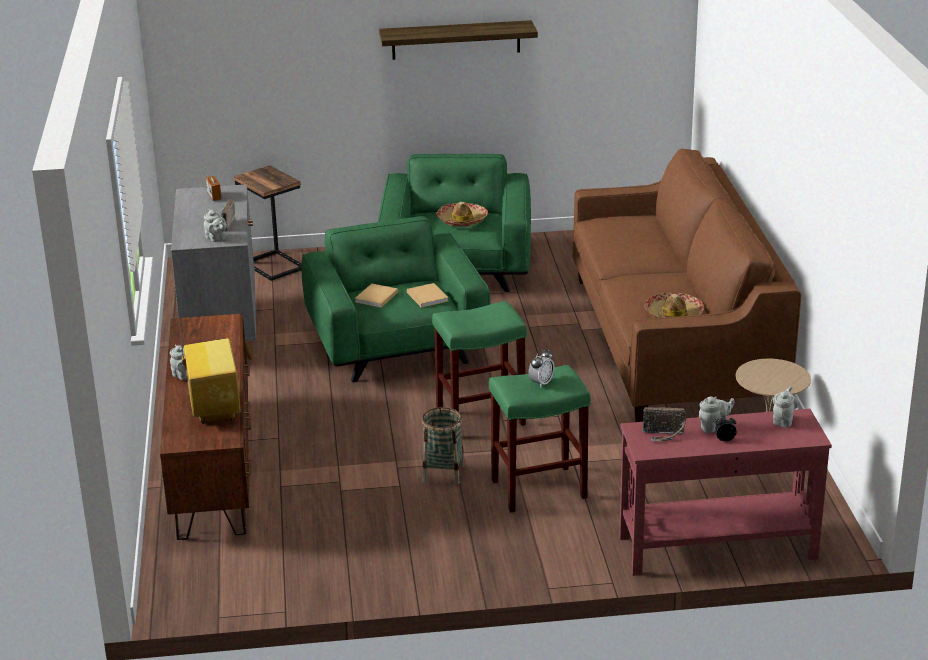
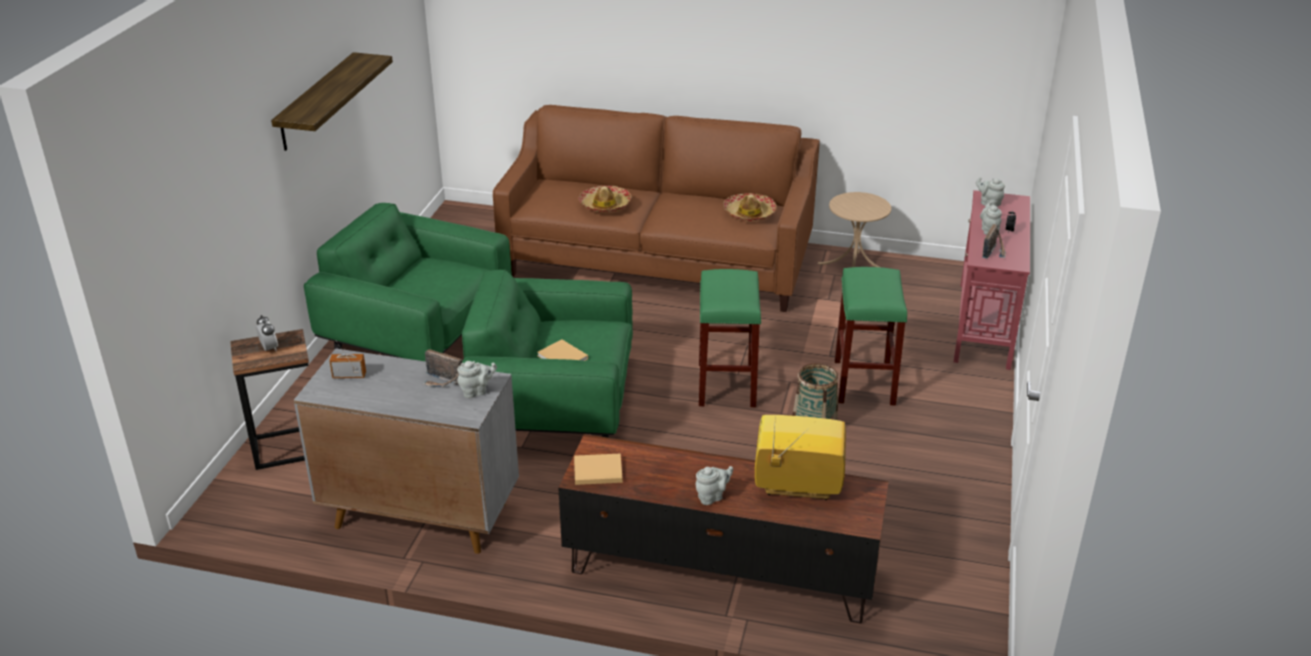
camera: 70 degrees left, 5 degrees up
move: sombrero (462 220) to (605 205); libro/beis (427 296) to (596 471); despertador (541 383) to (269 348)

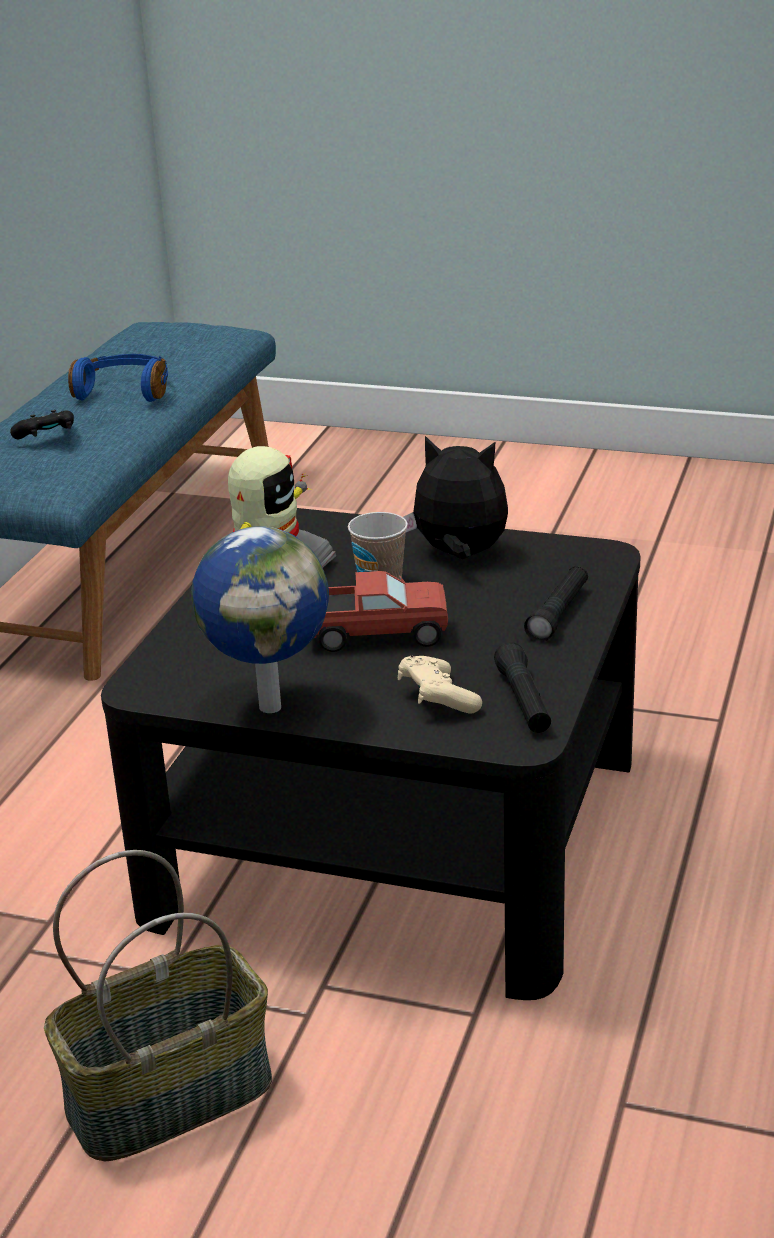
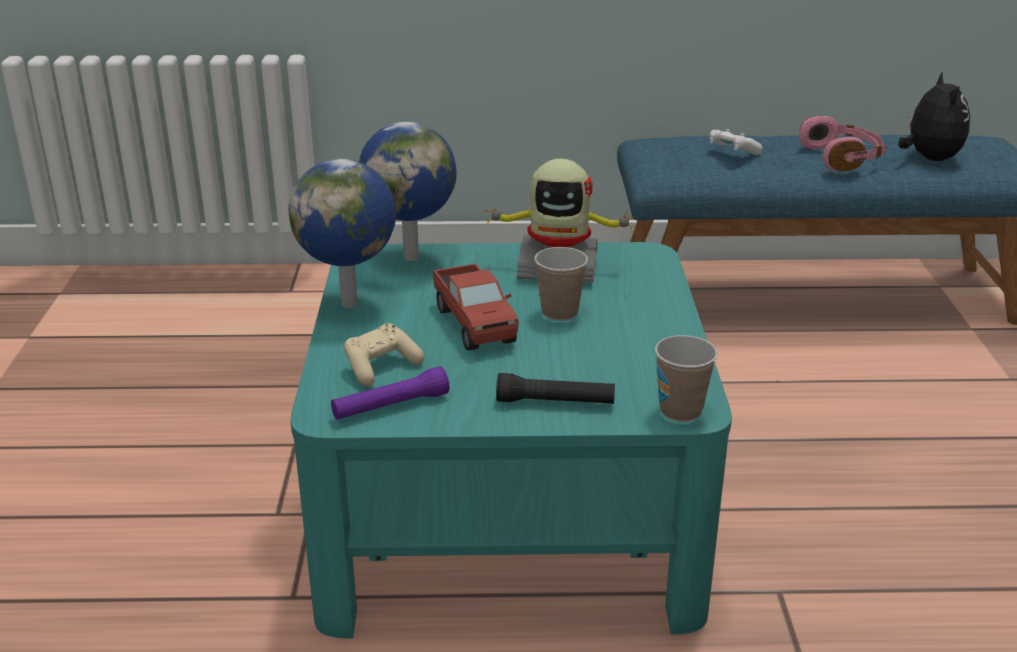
camera: 70 degrees right, 0 degrees up
delete: cesta (170 1094)
insert: globo terráqueo (412 256); taza (680 411)
move: peluche (459 555) to (929 158)
recolor: auriculares/azul (124 391) to auriculares/rosa (842 158); mando de consola/negro (47 438) to mando de consola/blanco (732 152); mesa de centro/negro (395 831) to mesa de centro/turquesa (510 508); linterna/negro (523 701) to linterna/morado (390 406)

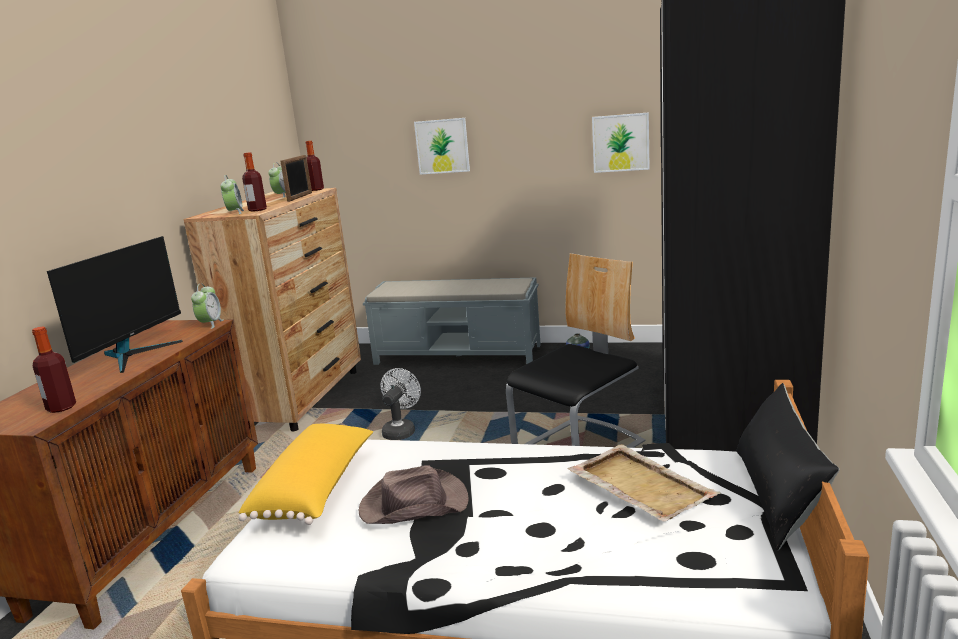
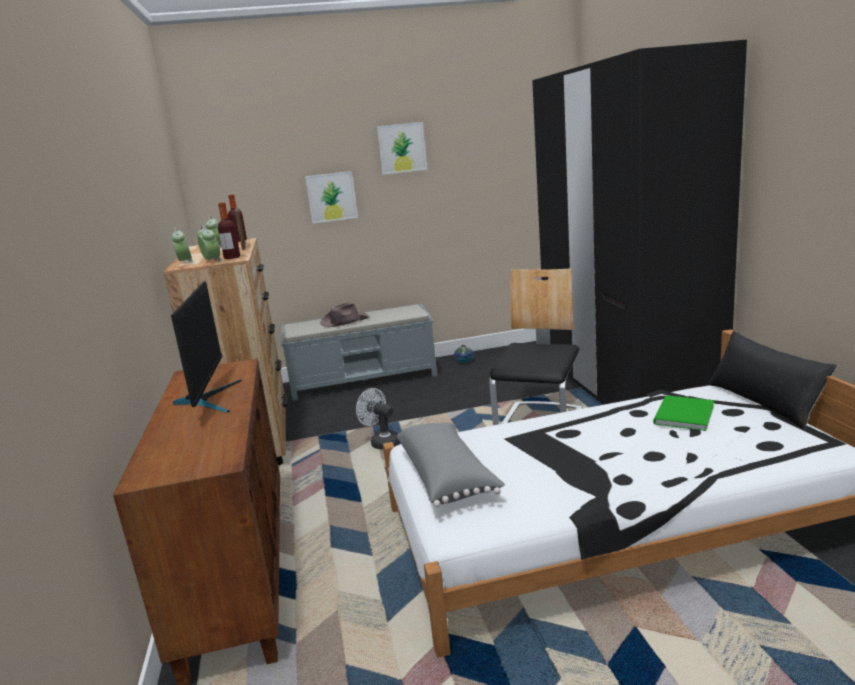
camera: 25 degrees left, 0 degrees up
delete: botella (61 408)
move: cuadro (620 143) to (402 148); despertador (210 324) to (185 263); sombrero/marrón (412 504) to (344 321)
replace: bandeja/beis (639 485) to libro/verde (682 415)
recolor: cojín/amarillo (317 489) to cojín/gris (447 477)
rotate: ventilador/blanco (401 430) = (382 442) 45 degrees counterclockwise

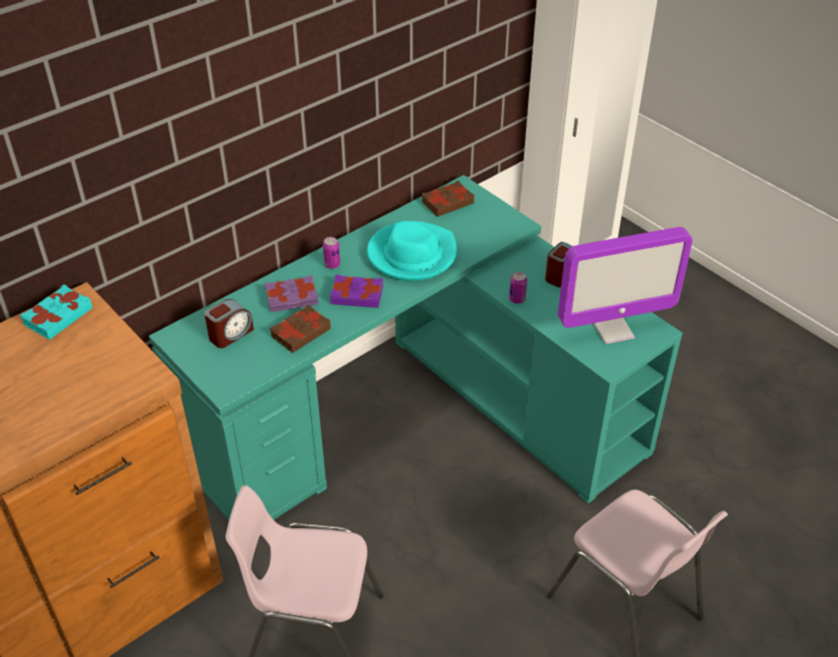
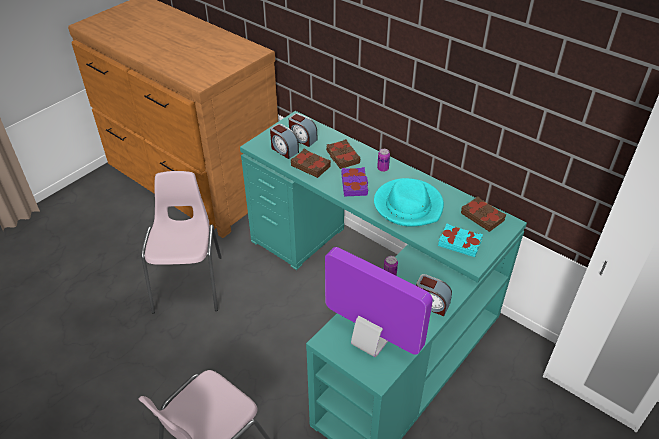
camera: 80 degrees right, 0 degrees up
insert: despertador (284 150)
move: libro/turquesa (57 316) to (459 243)
recolor: libro/morado (292 298) to libro/marrón (342 157)
rotate: monitor (612 329) = (370 342) 150 degrees clockwise

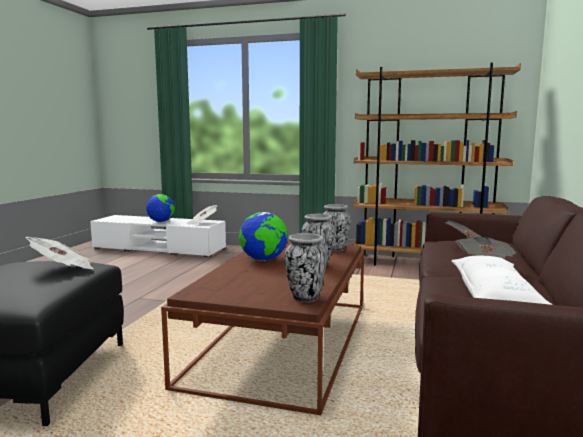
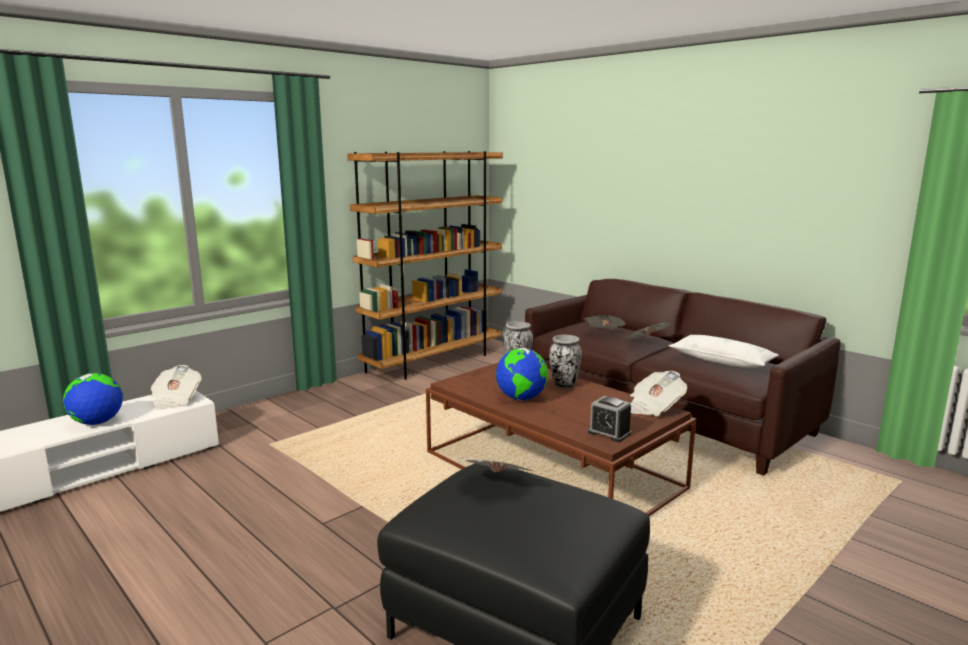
camera: 60 degrees left, 5 degrees up
insert: despertador (609 433)
replace: florero (305 298) to periódico (653 408)

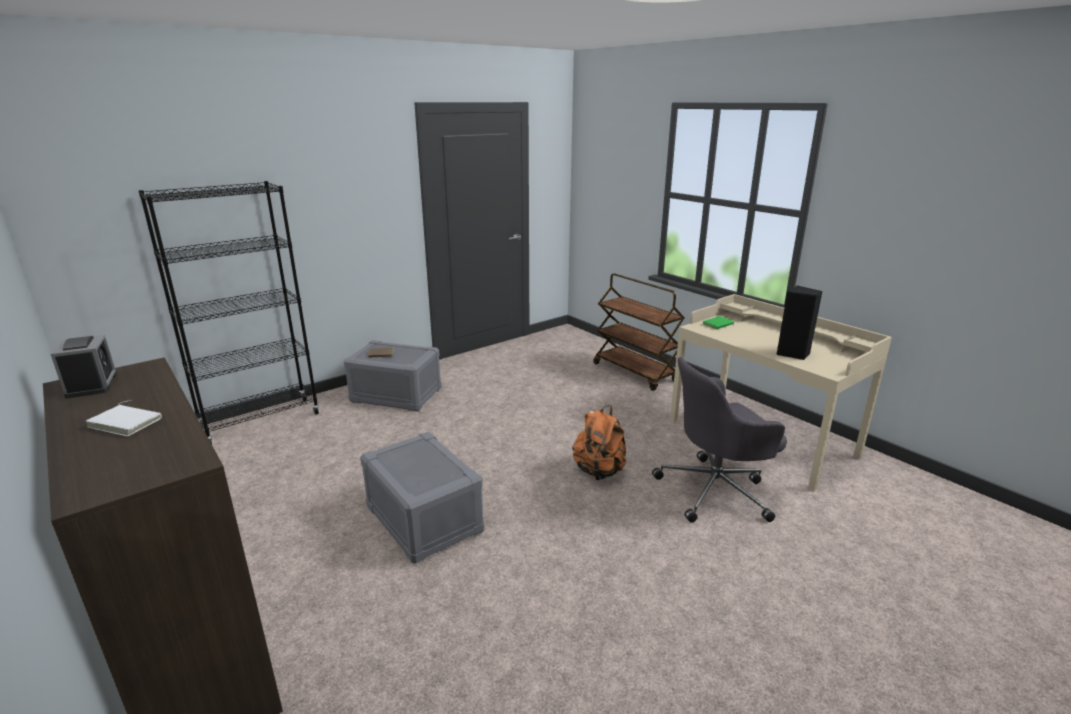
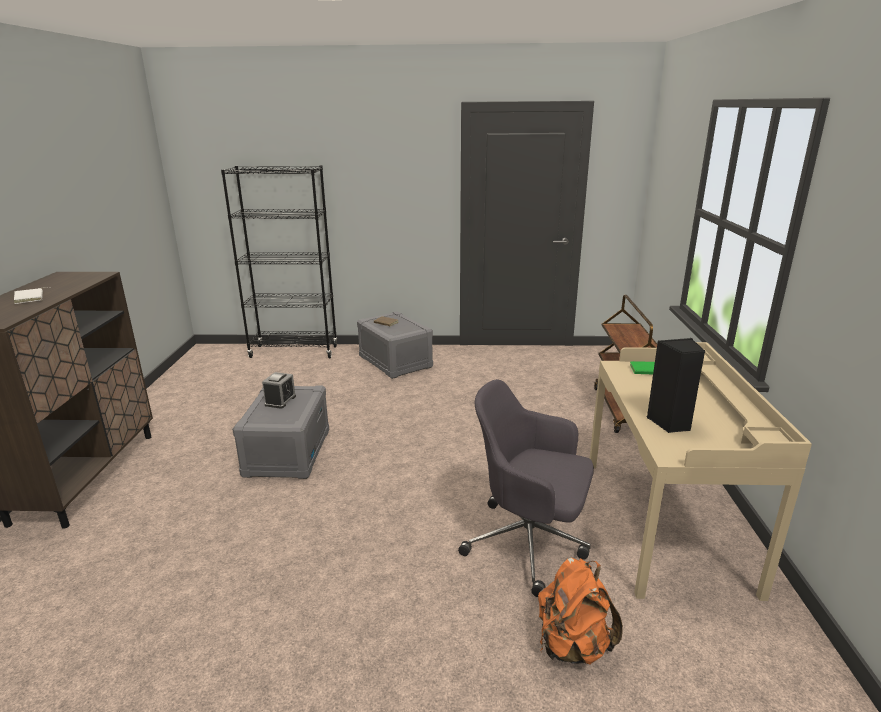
camera: 40 degrees right, 0 degrees up
move: despertador (92 385) to (280 401); mochila/naranja (599 471) to (572 645)

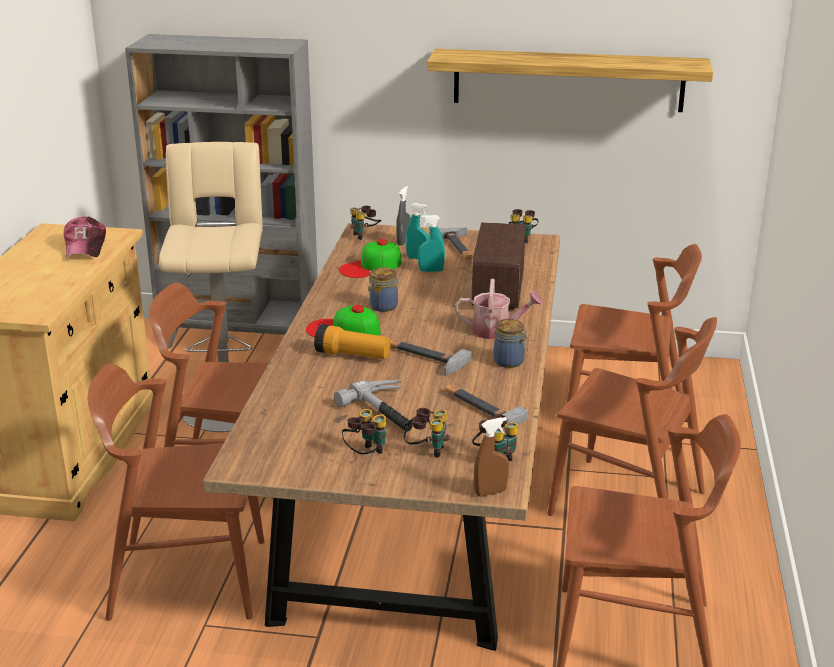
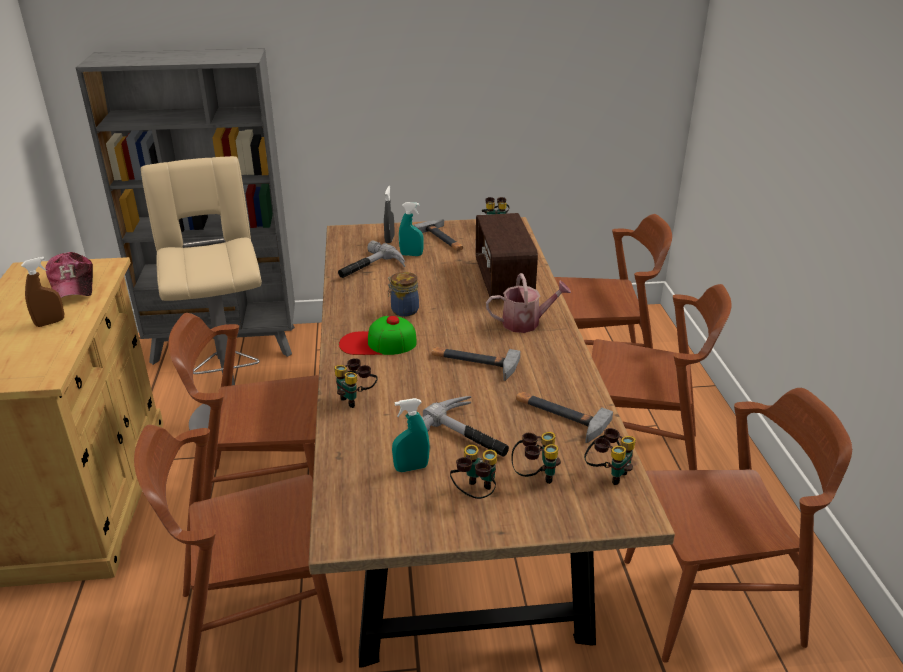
camera: 15 degrees left, 5 degrees up
delete: estante (568 80); tarro (510 362); linterna (353 355)
move: prismáticos (365 236) to (357 398); pulverizador/turquesa (431 271) to (411 468); pulverizador/marrón (490 492) to (50 323)
replace: gorra (370 266) to martillo (371 269)

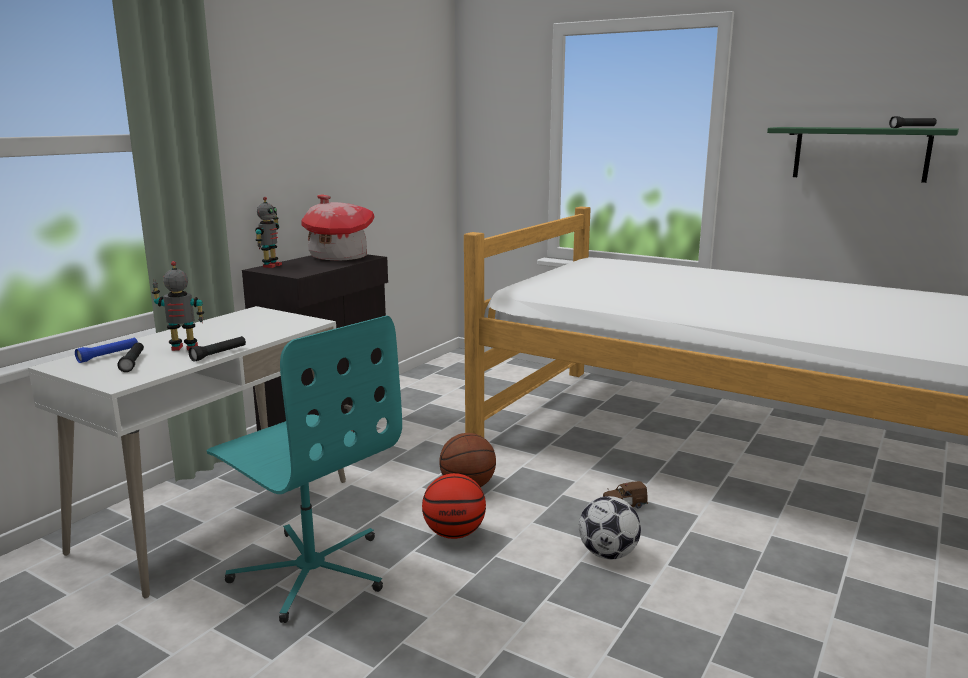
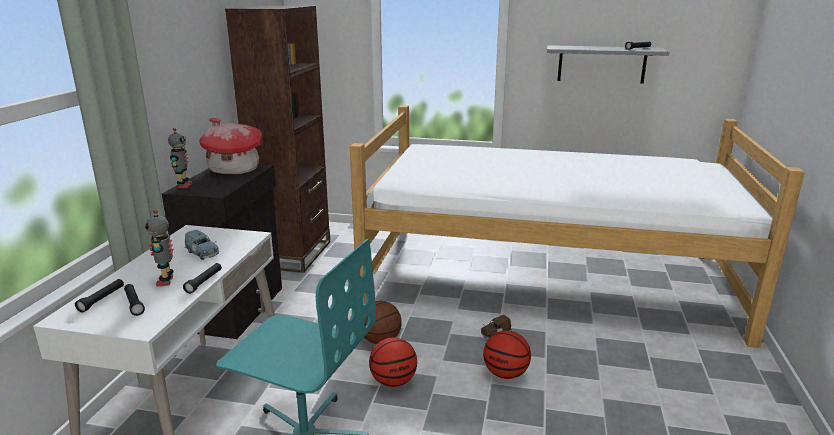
camera: 20 degrees left, 5 degrees up
insert: estantería/marrón (294 254); coche de juguete/azul (202 253)
replace: balón de fútbol (608 554) to balón de baloncesto (505 374)
recolor: estante/verde (860 153) to estante/gris (601 64); linterna/azul (108 355) to linterna/negro (102 299)
rotate: robot de juguete (184 348) = (167 281) 75 degrees counterclockwise

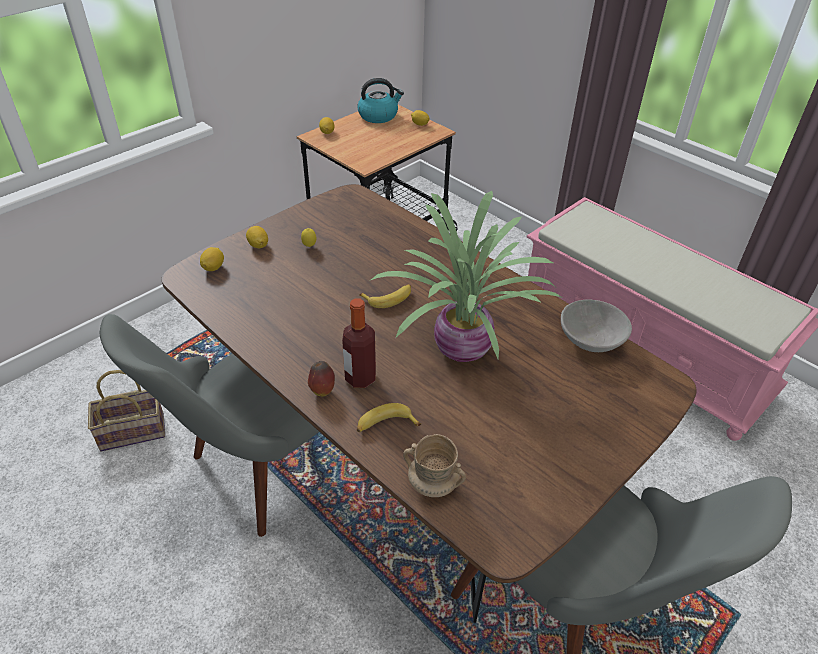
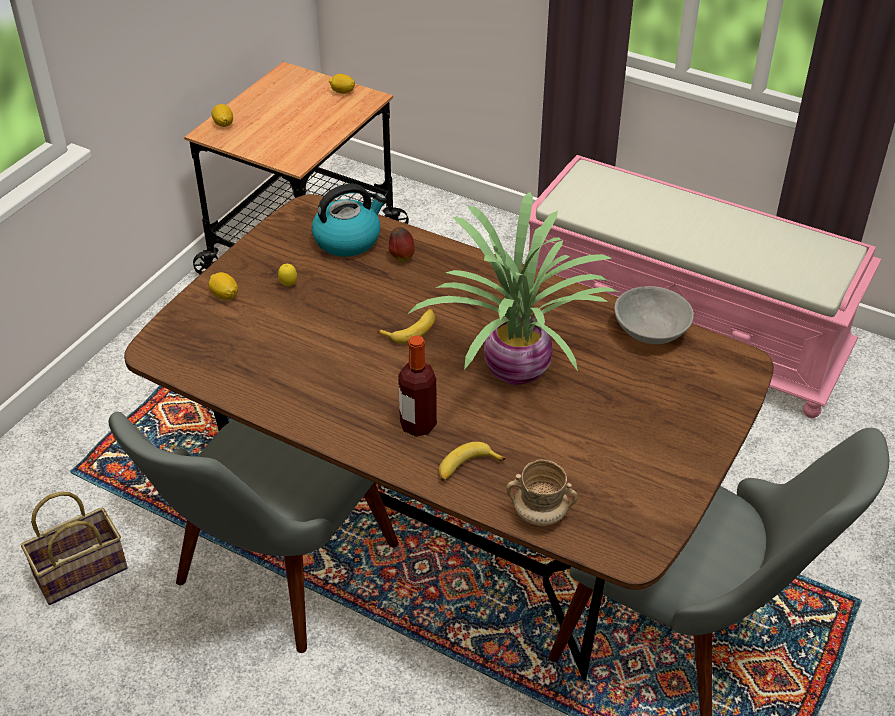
camera: 15 degrees left, 0 degrees up
delete: limón (213 267)
move: hervidor (378 115) to (348 239); manzana (322 390) to (401 257)

